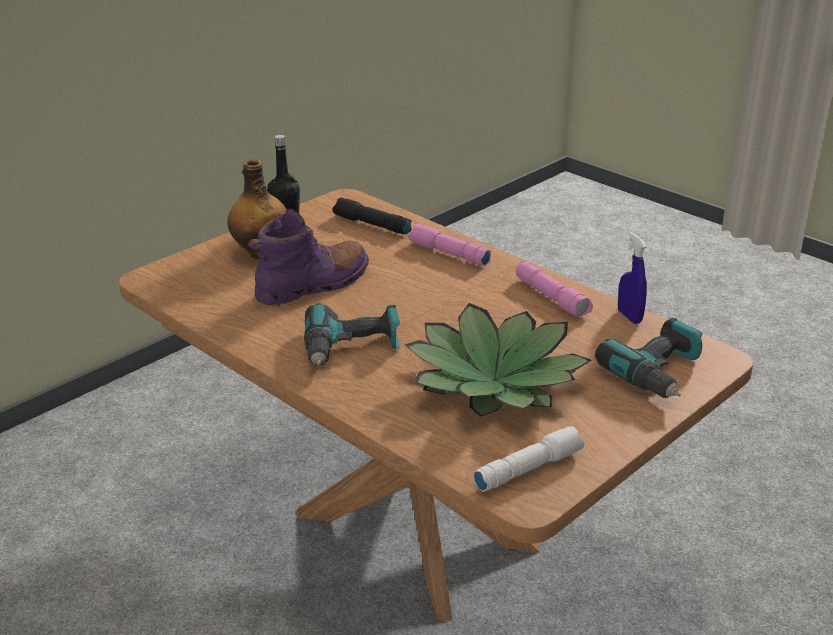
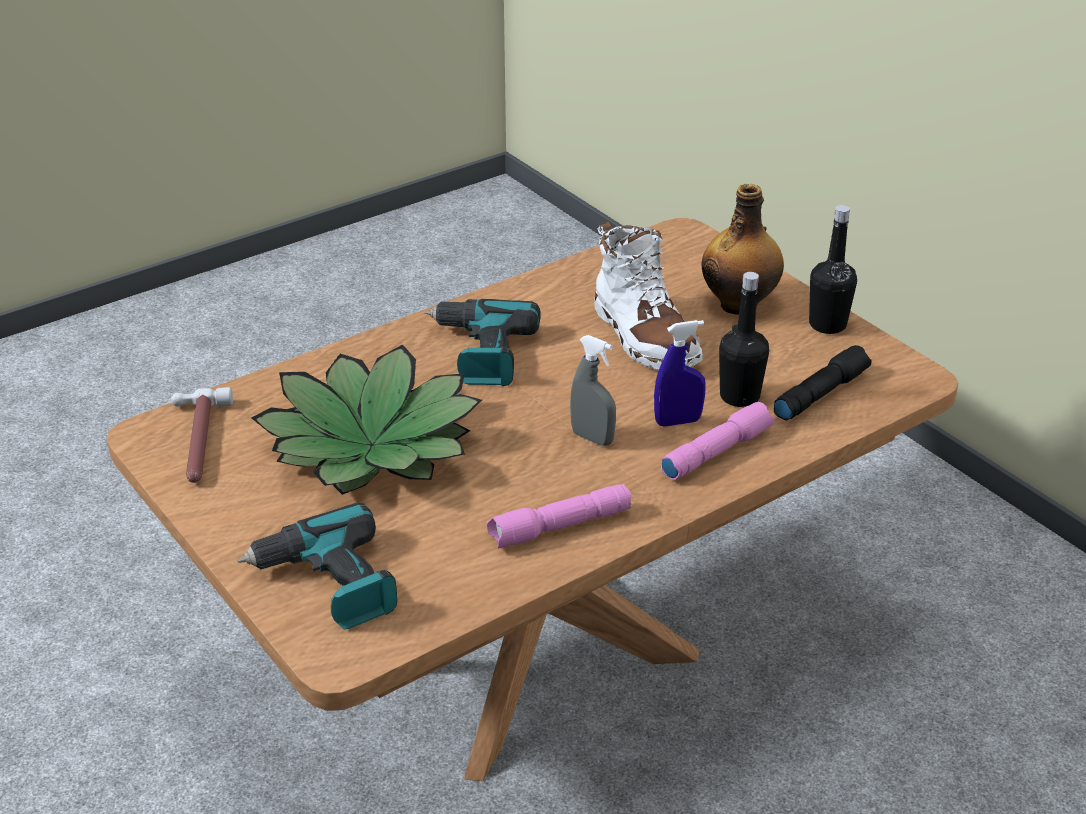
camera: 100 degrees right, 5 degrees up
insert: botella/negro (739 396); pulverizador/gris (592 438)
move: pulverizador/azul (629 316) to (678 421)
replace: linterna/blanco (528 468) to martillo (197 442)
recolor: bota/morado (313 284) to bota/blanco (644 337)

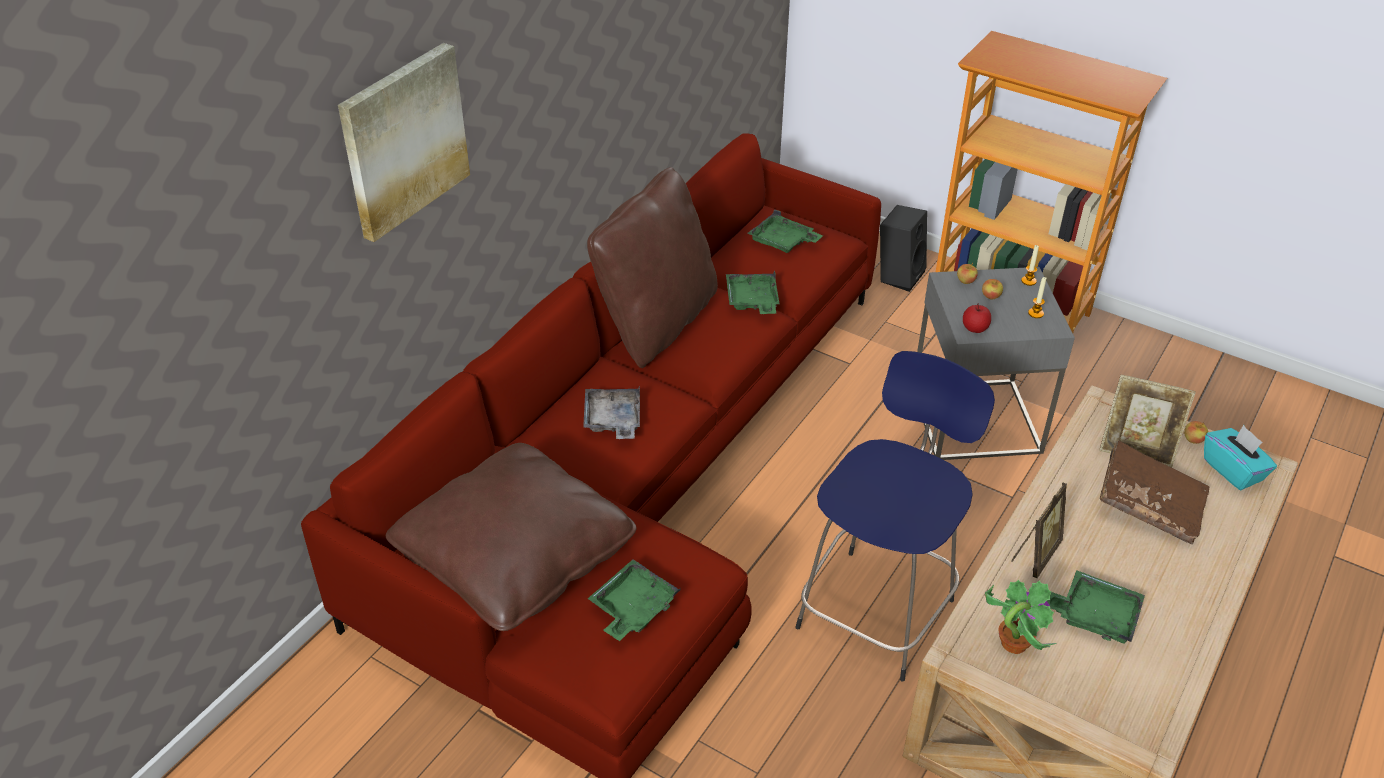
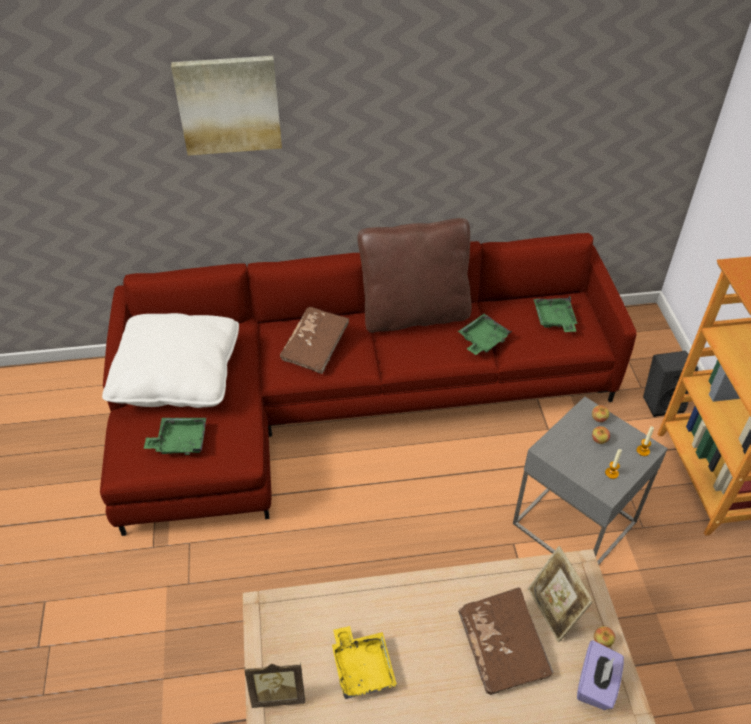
camera: 50 degrees right, 5 degrees up
delete: manzana (974 328); taburete/azul (878 609); planta en maceta (1012 643)
move: portarretratos (1034 555) to (278 693)
replace: bandeja/gris (613 421) to libro/marrón (315 348)
recolor: caja de pañuelos/turquesa (1233 470) to caja de pañuelos/morado (596 684); cojín/marrón (515 558) to cojín/blanco (177 376); bandeja/verde (1094 615) to bandeja/amarillo (362 667)

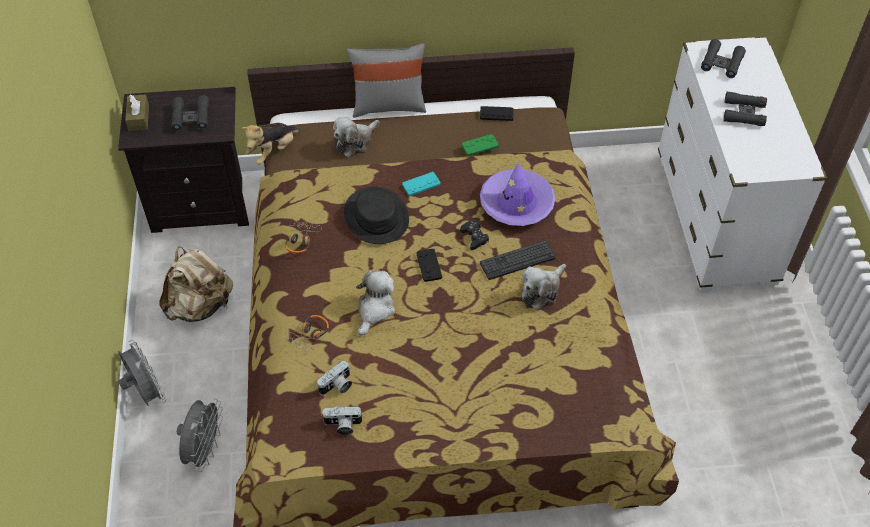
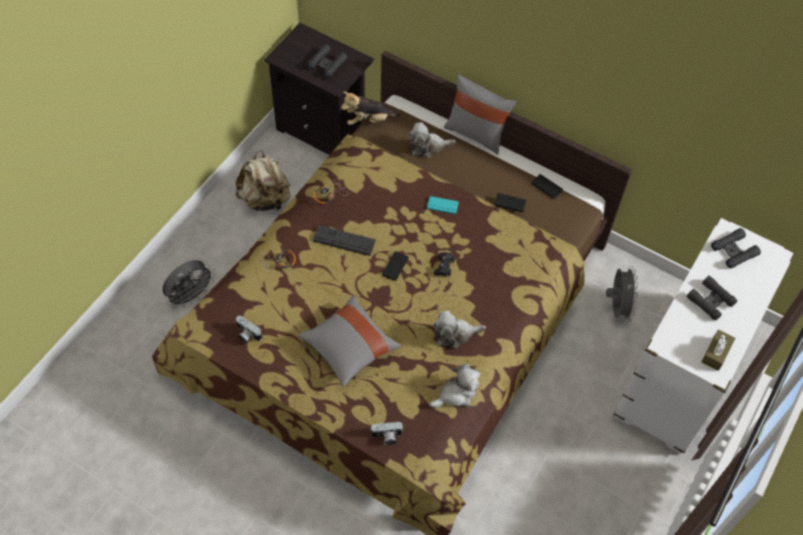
camera: 35 degrees right, 5 degrees up
delete: sombrero/morado (517 203); sombrero/negro (376 216)
insert: cojín/gris (349 347)
move: caja de pañuelos/marrón (139 118) to (716 353); teclado (517 260) to (344 241); peluche (375 309) to (456 393); ventilador/gris (146 393) to (617 307); cámara (337 386) to (387 437)
recolor: mando de consola/verde (480 145) to mando de consola/negro (510 203)

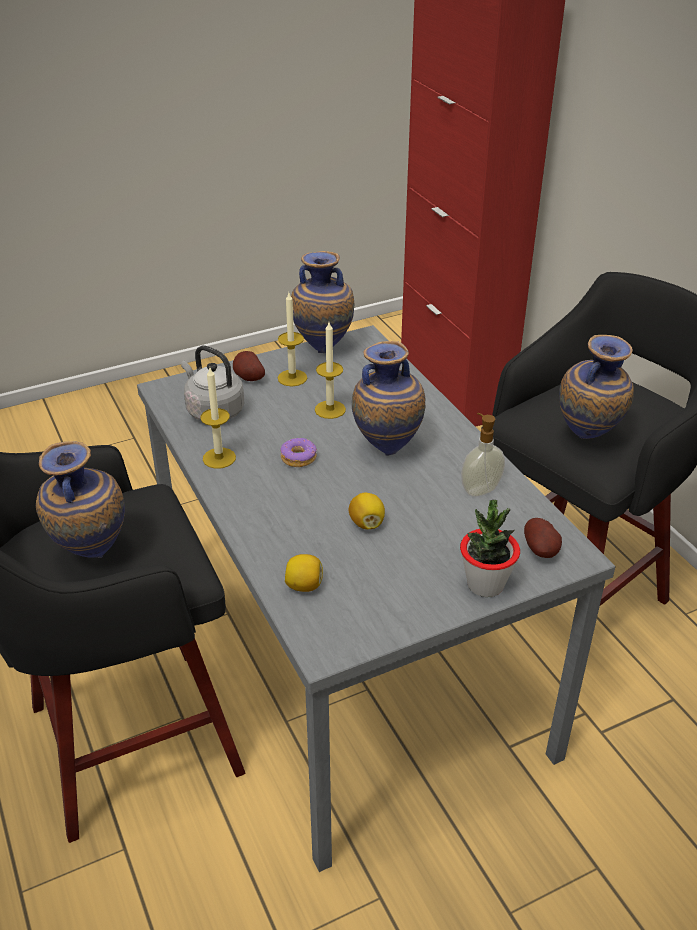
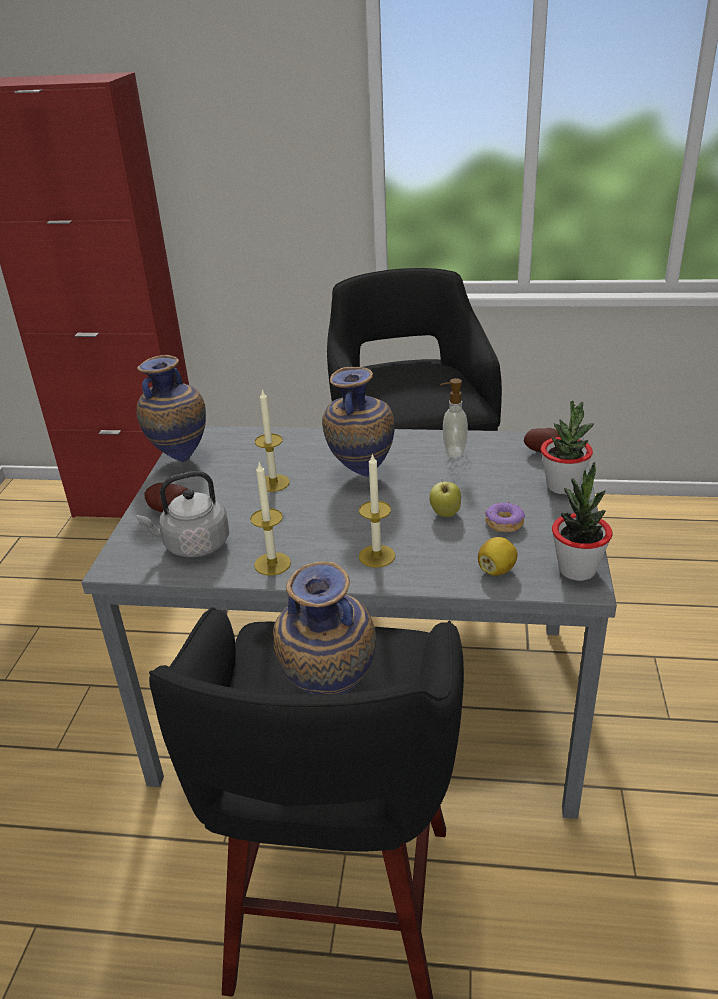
camera: 55 degrees left, 5 degrees down
delete: florero (587 440)
insert: planta en maceta (577 569)
move: vela (292 378) to (377 556); rosquilla (298 458) to (504 523)
replace: limón (366 523) to manzana (445 514)

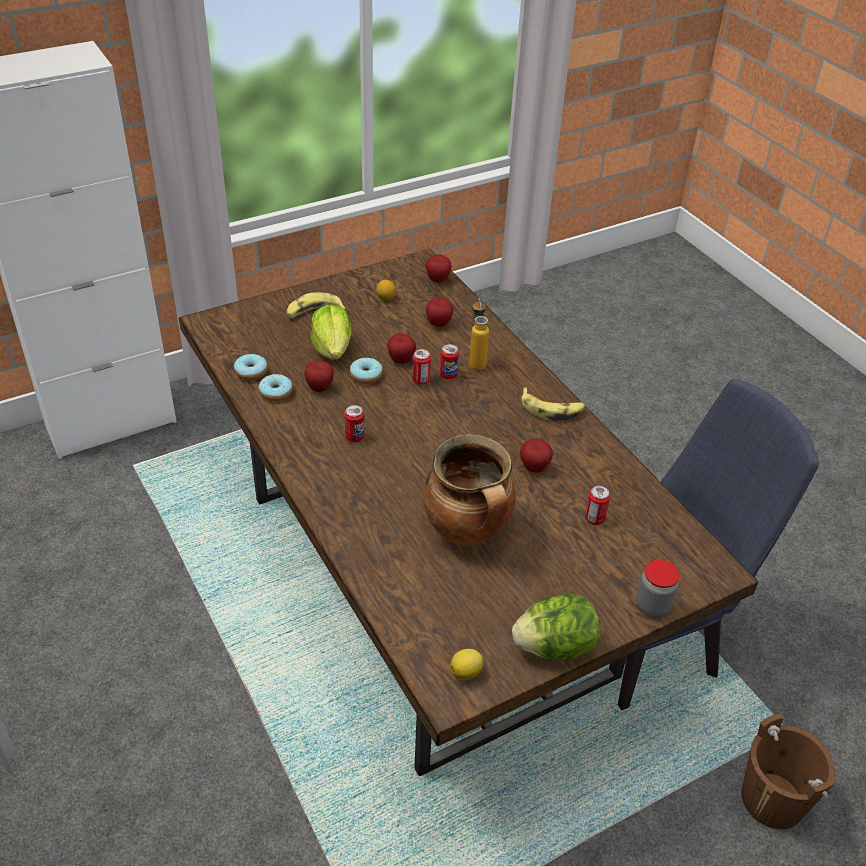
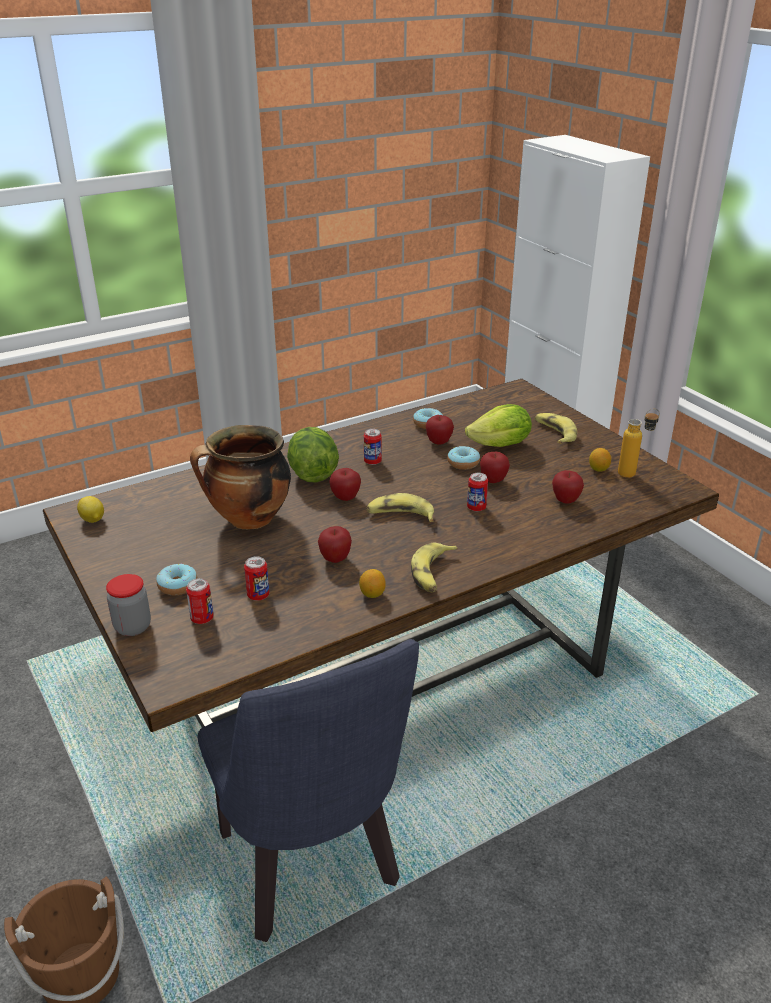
camera: 90 degrees right, 10 degrees down
insert: plátano (400 515); limón (372 594)
move: manzana (438 280) to (345 498); botella (476 361) to (633 473); lata (421 380) to (202 618); rosquilla (251 372) to (177 586); lechuga (555 647) to (312 474)

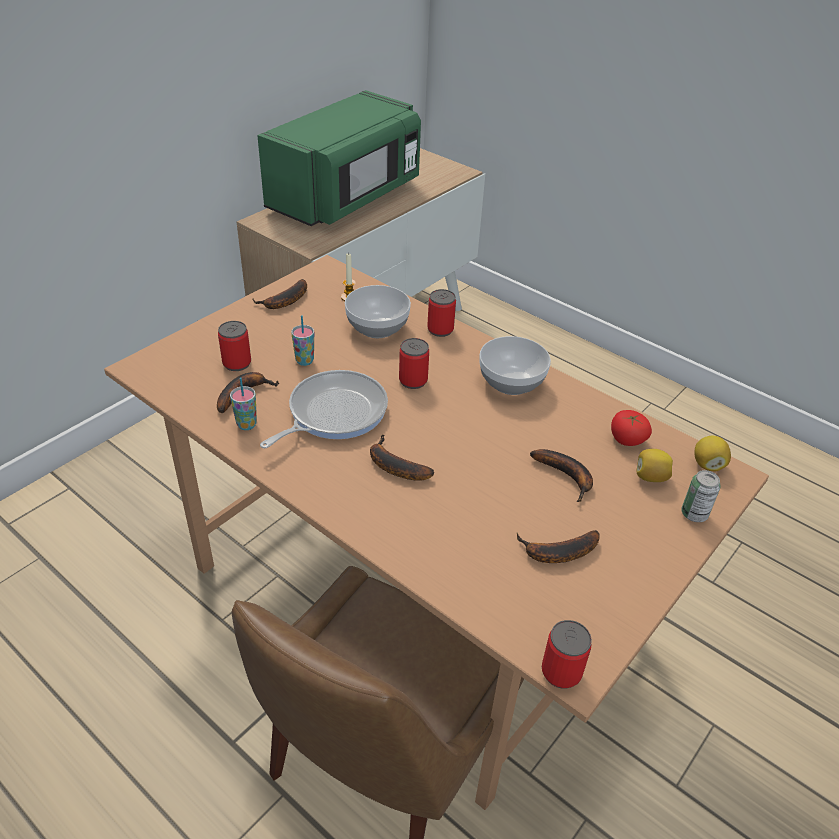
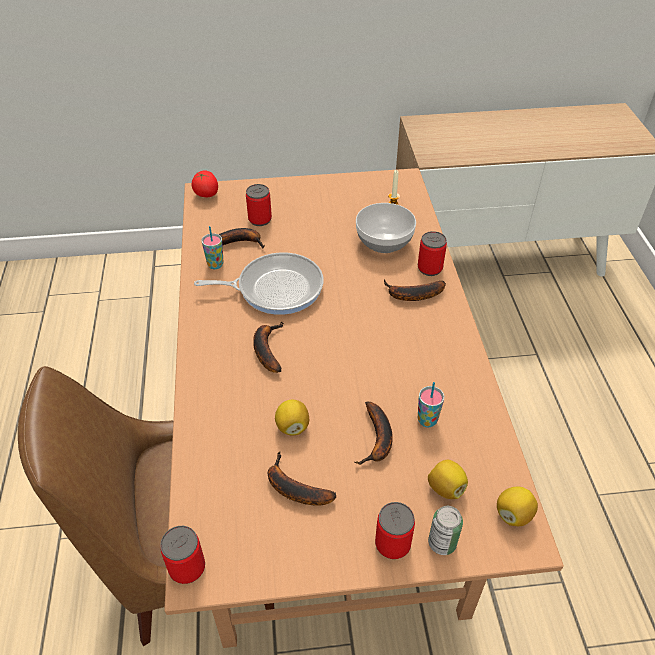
camera: 45 degrees right, 5 degrees up
delete: microondas/verde (346 197); cuenco (511 383)
insert: limón (292 426)
move: plátano (284 302) to (412 295); taza (304 361) to (427 420); lata (413 381) to (392 544); tomate (626 440) to (206 194)

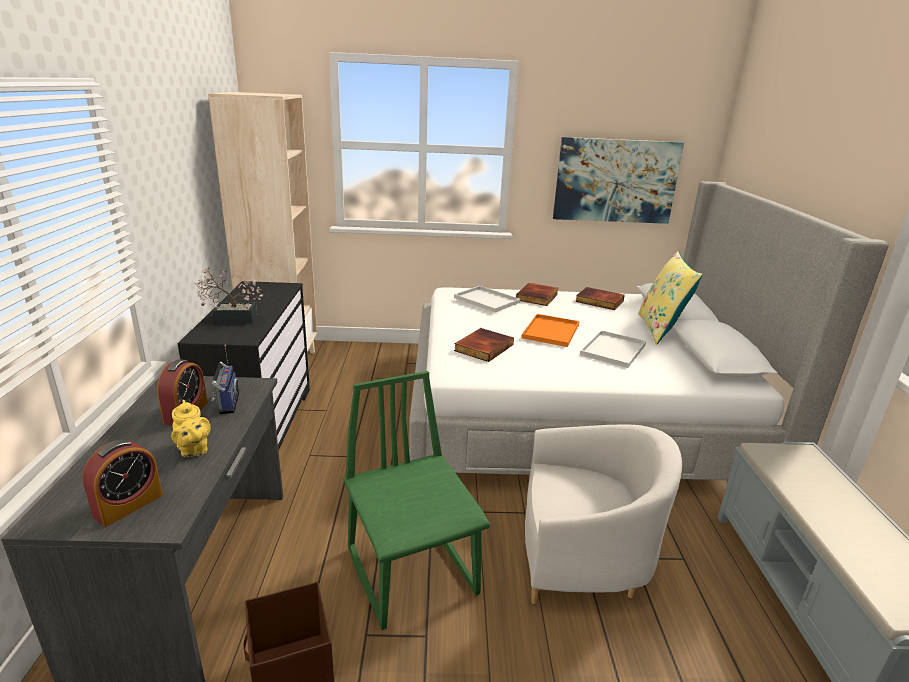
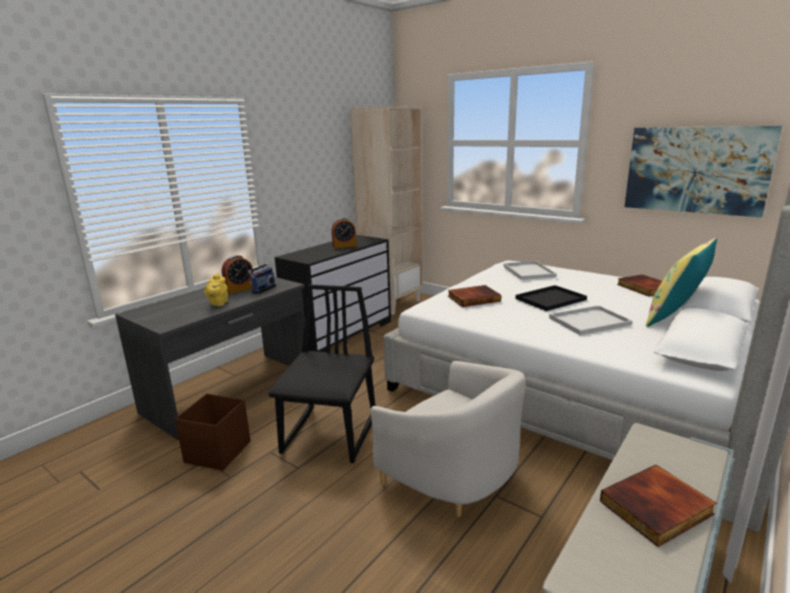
camera: 40 degrees right, 5 degrees down
delete: planta en maceta (231 318)
move: libro (538 297) to (657 509); despertador (128 505) to (344 246)
recolor: bandeja/naranja (551 332) to bandeja/negro (550 299); silla/verde (413 571) to silla/negro (331 434)

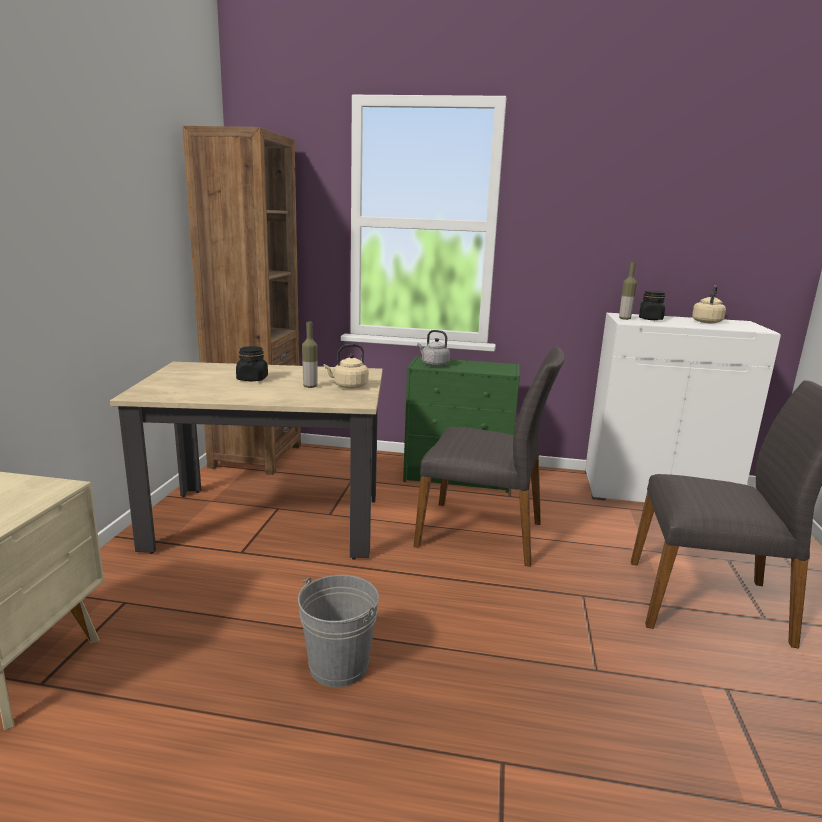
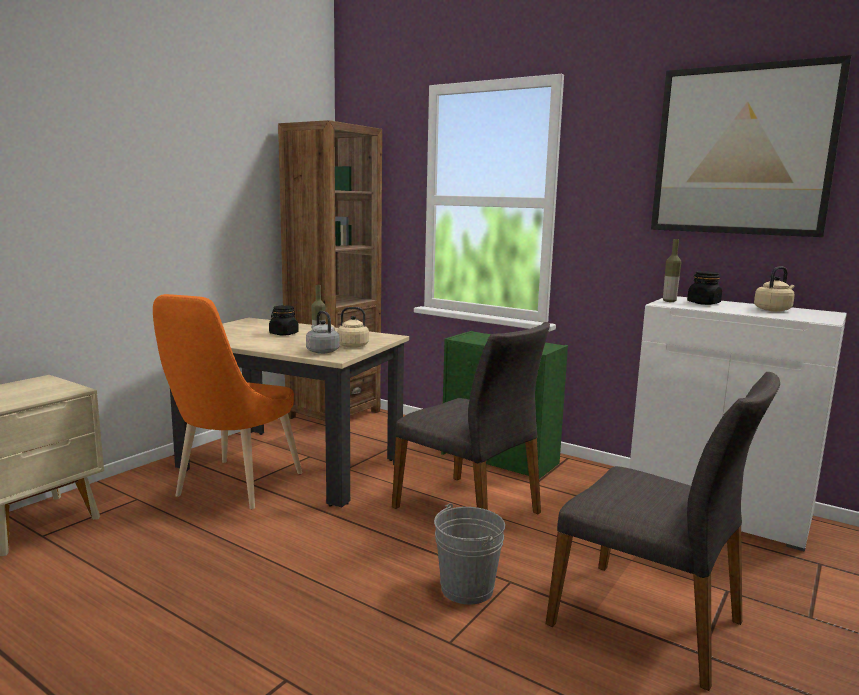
camera: 25 degrees right, 5 degrees down
insert: cuadro (743 151); silla/naranja (234 488)
move: hervidor/gris (433 364) to (321 351); cubo/gris (338 665) to (467 588)

